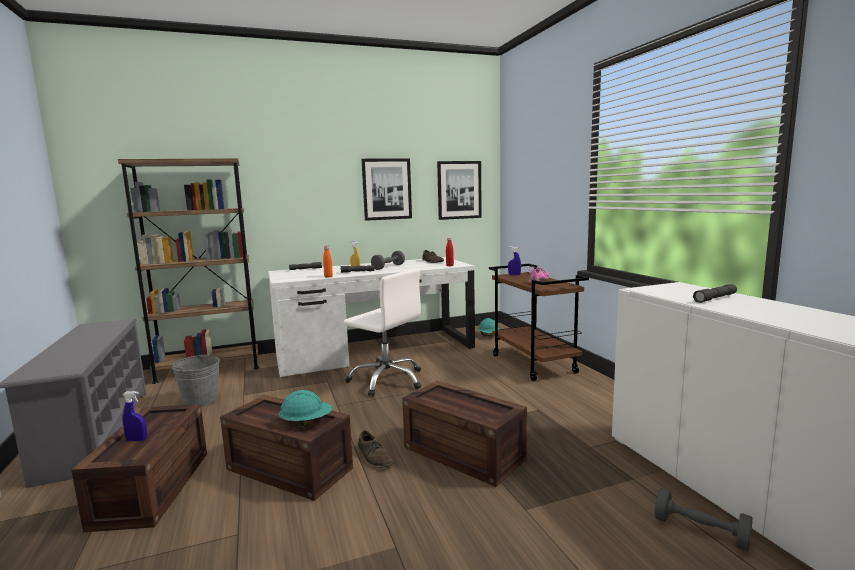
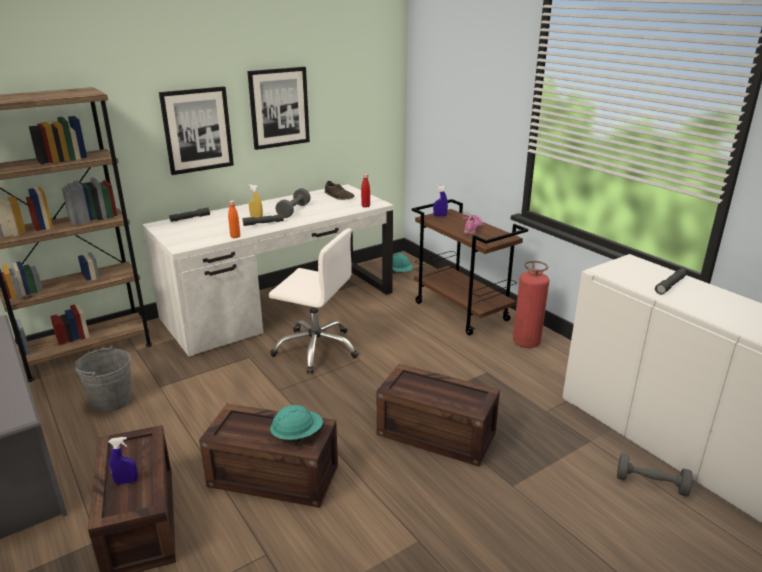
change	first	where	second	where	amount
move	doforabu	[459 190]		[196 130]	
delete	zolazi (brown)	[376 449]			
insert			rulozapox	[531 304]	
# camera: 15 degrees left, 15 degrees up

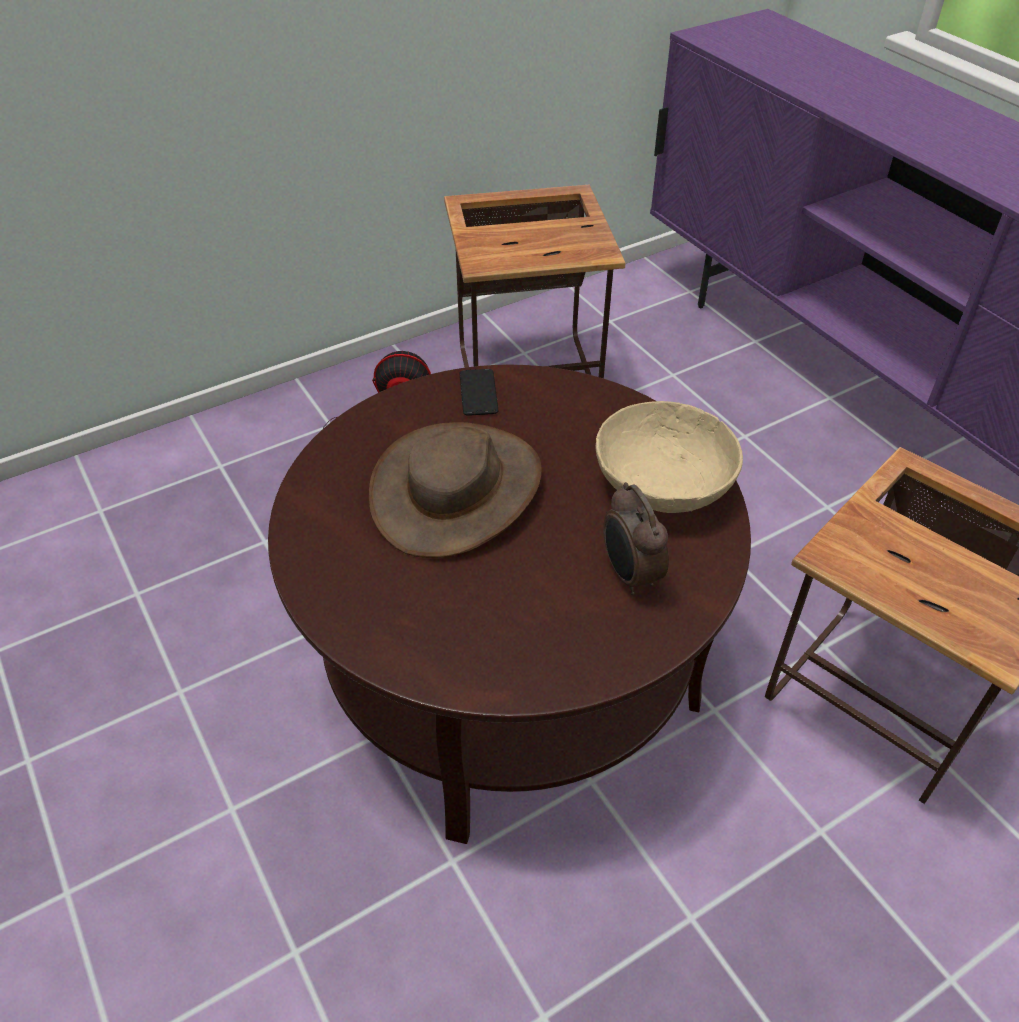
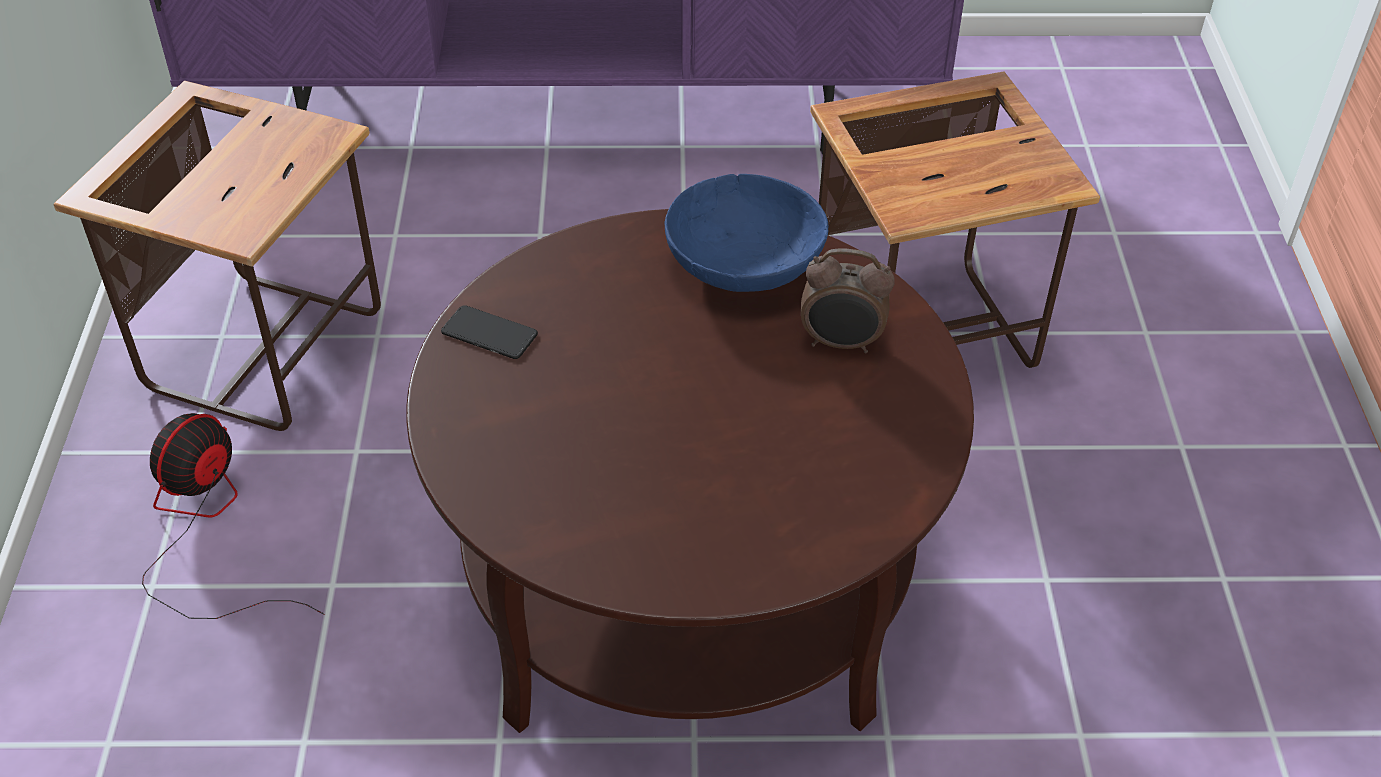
change	first	where	second	where	amount
recolor	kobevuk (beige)	[669 457]	kobevuk (blue)	[746 233]	
delete	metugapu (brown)	[455 490]			
# camera: 60 degrees left, 0 degrees up

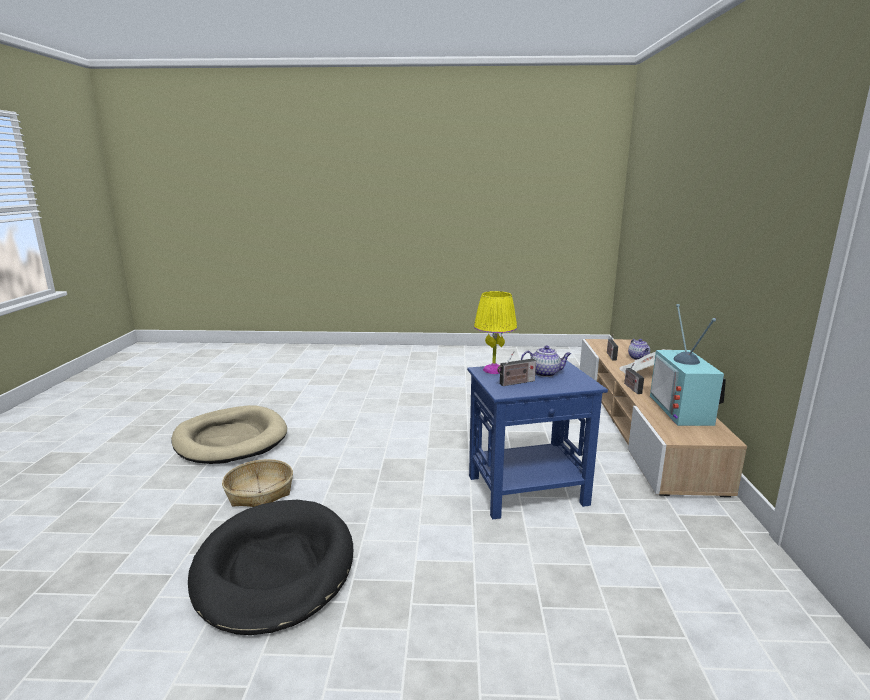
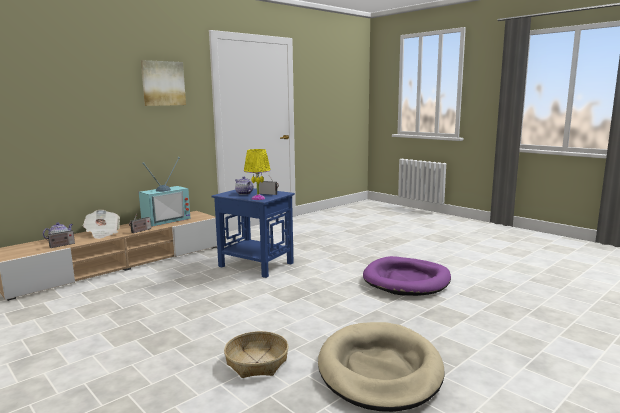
change	first	where	second	where	amount
move	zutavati	[257 483]		[256 354]	
recolor	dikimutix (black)	[270 567]	dikimutix (purple)	[407 276]	
insert			doforabu	[163 83]	
# camera: 135 degrees left, 5 degrees down

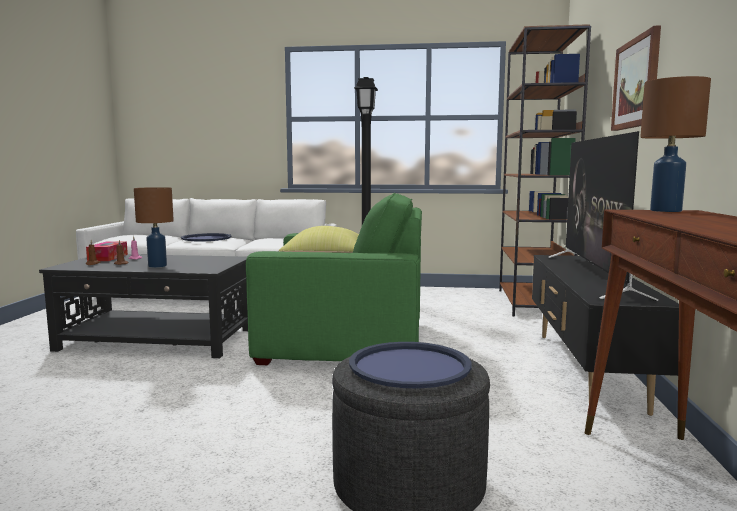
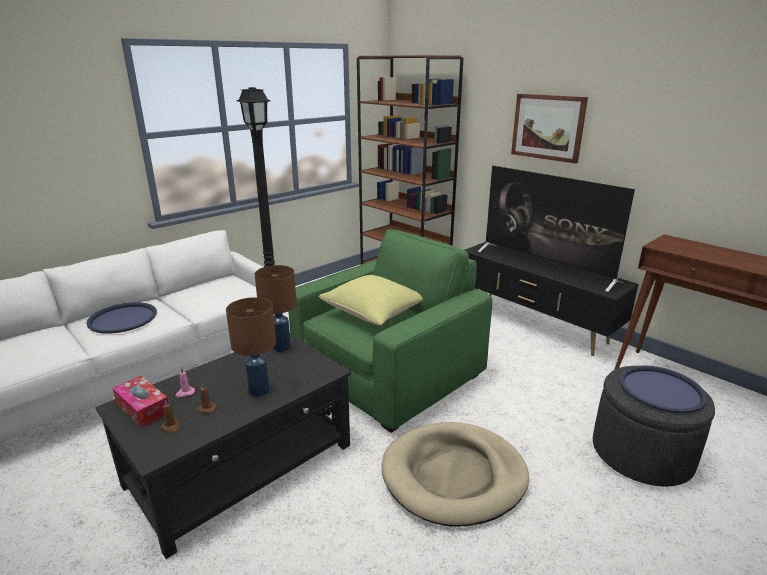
change	first	where	second	where	amount
move	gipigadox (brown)	[675 144]		[276 308]	
insert			dikimutix (beige)	[455 474]	
# camera: 50 degrees left, 15 degrees up

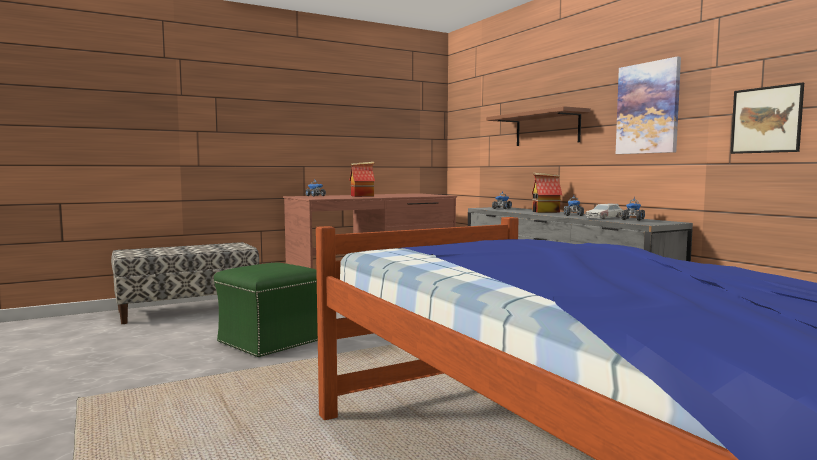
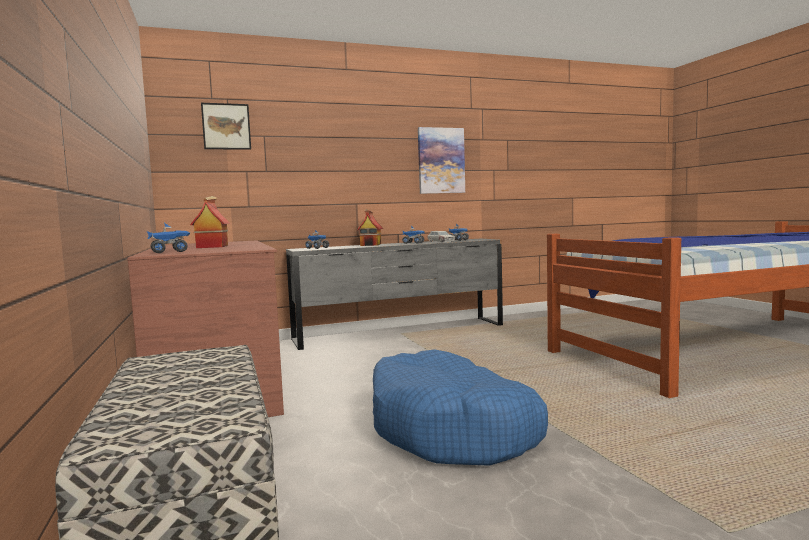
change	first	where	second	where	amount
move	doforabu	[767 118]		[226 126]	
delete	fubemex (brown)	[538 126]			
replace	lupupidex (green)	[266 310]	dikimutix (blue)	[460 407]	
# camera: 80 degrees left, 0 degrees up

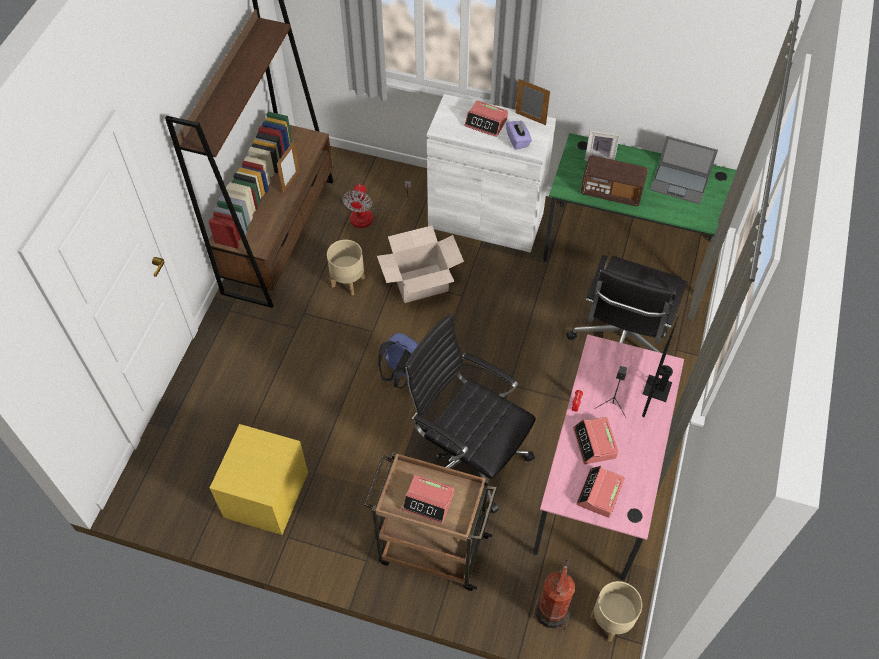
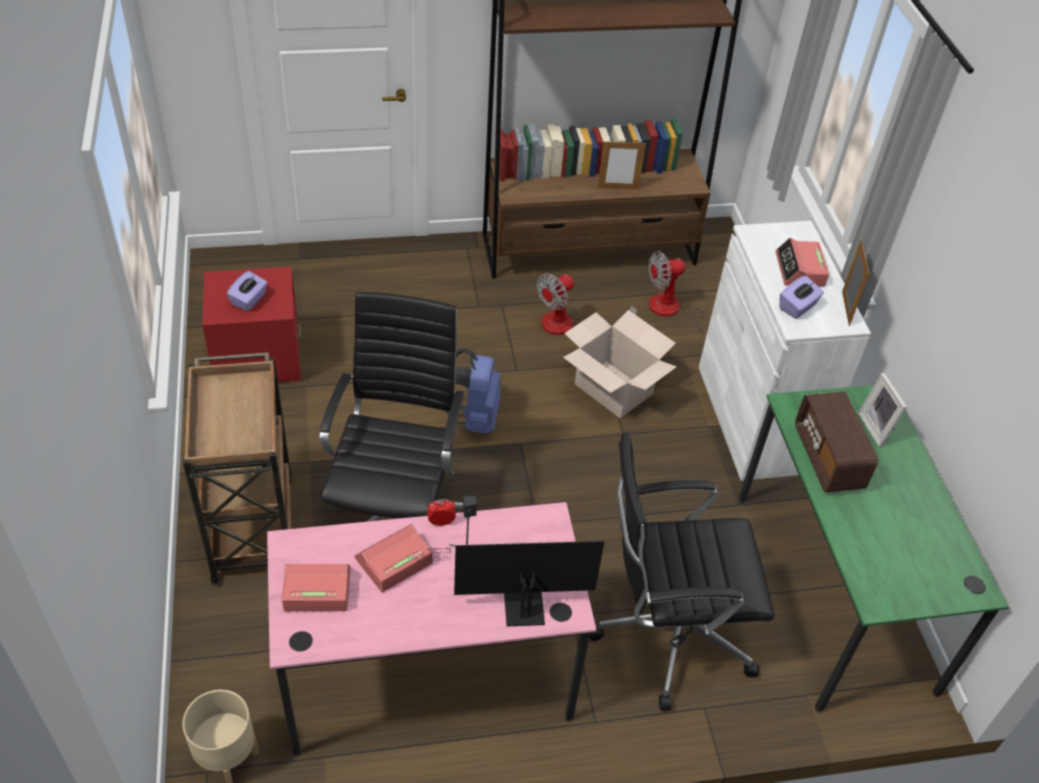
change	first	where	second	where	amount
delete	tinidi	[684 170]			
replace	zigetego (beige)	[346 267]	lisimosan	[586 304]	
recolor	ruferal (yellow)	[259 479]	ruferal (red)	[251 324]	
delete	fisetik	[428 499]			
delete	rulozapox	[553 595]			
insert			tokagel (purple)	[247 291]	
# camera: 60 degrees right, 10 degrees down

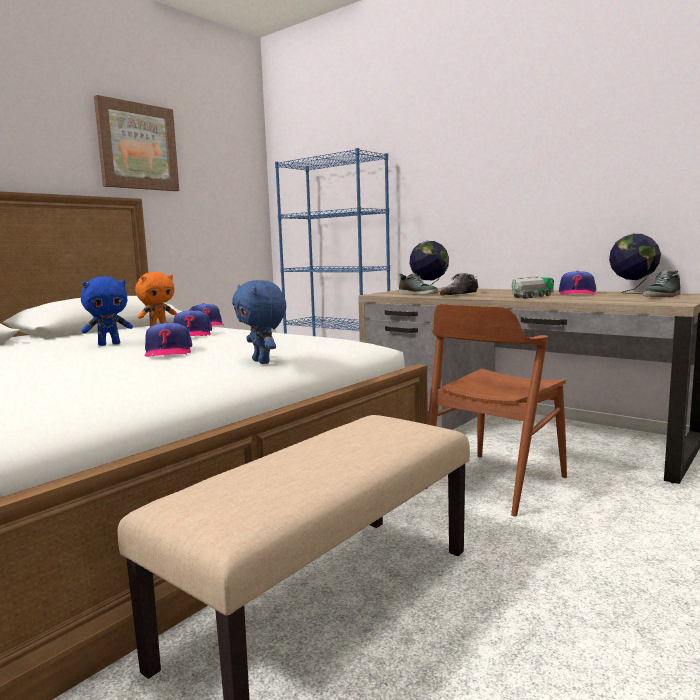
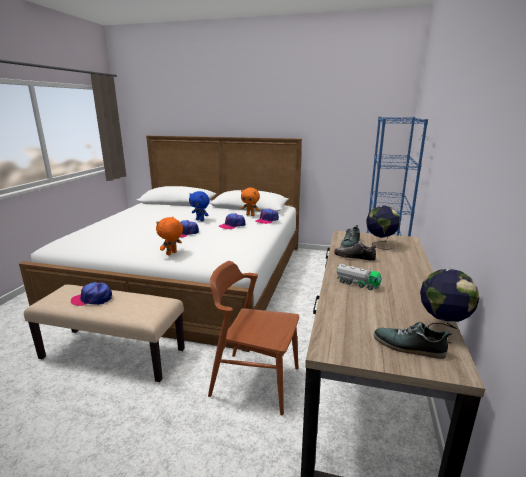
change	first	where	second	where	amount
delete	doforabu	[136 143]			
move	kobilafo	[577 282]		[91 294]	
recolor	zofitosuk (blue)	[259 322]	zofitosuk (orange)	[169 236]	
# camera: 65 degrees right, 10 degrees up

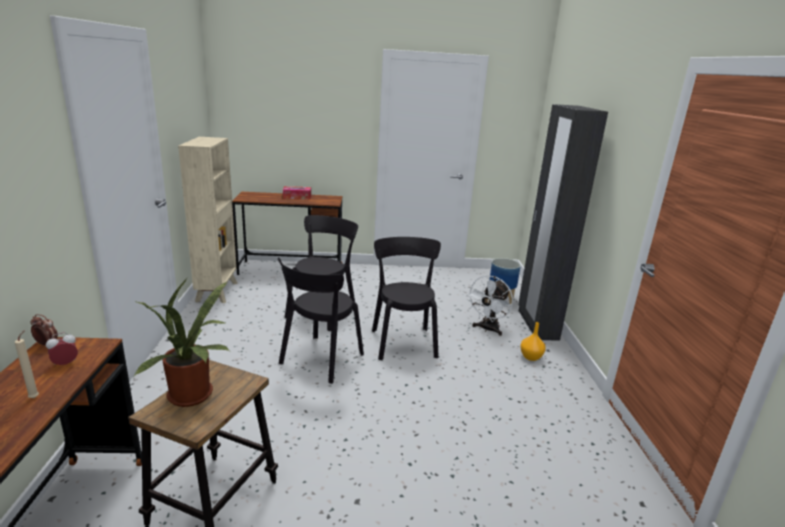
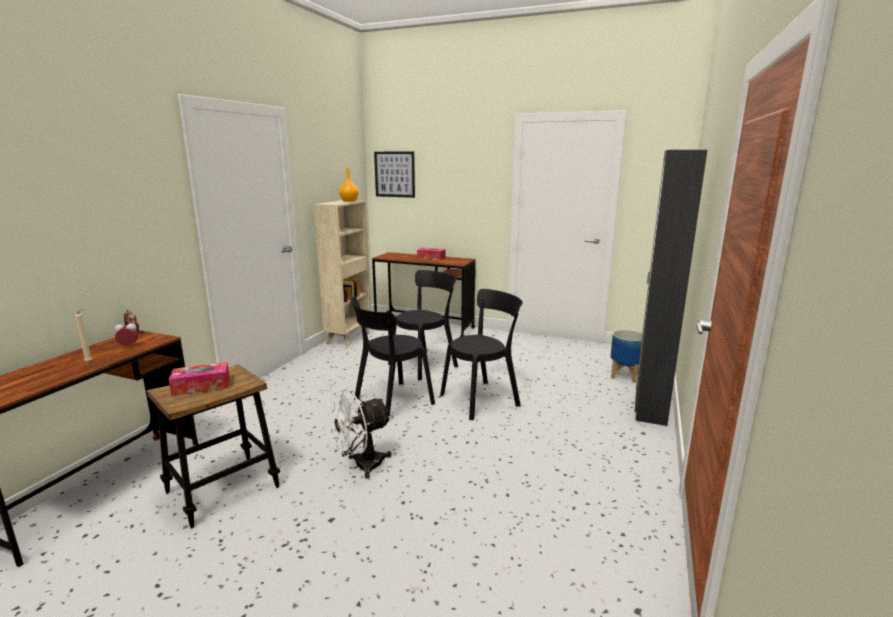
change	first	where	second	where	amount
rotate	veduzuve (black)	[406 298]		[481 354]	45 degrees clockwise
move	lisimosan (white)	[489 305]		[359 434]	
replace	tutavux	[182 343]	tokagel	[199 379]	
move	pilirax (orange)	[533 341]		[349 185]	
insert			doforabu	[394 175]	
# camera: 25 degrees right, 5 degrees down

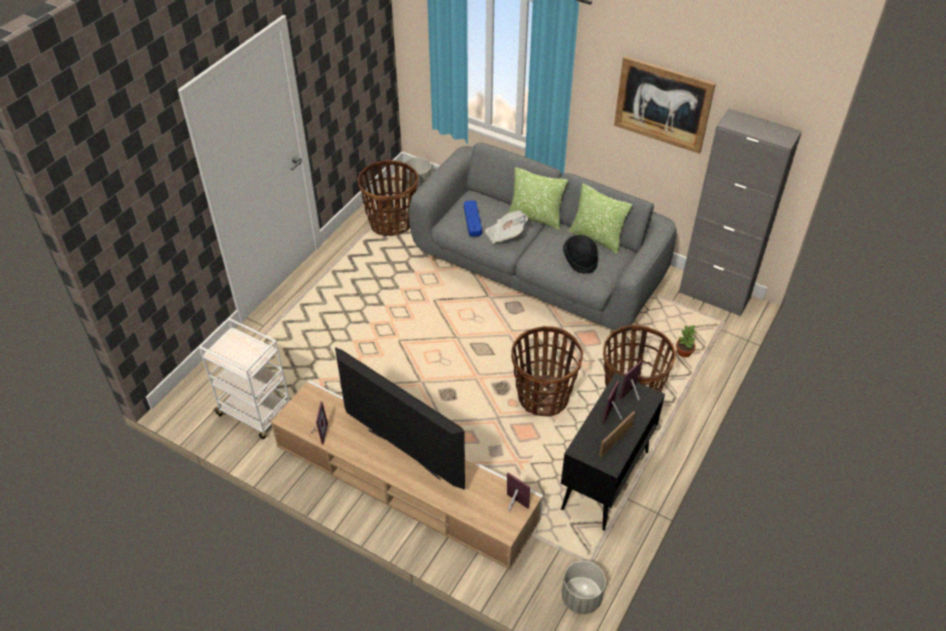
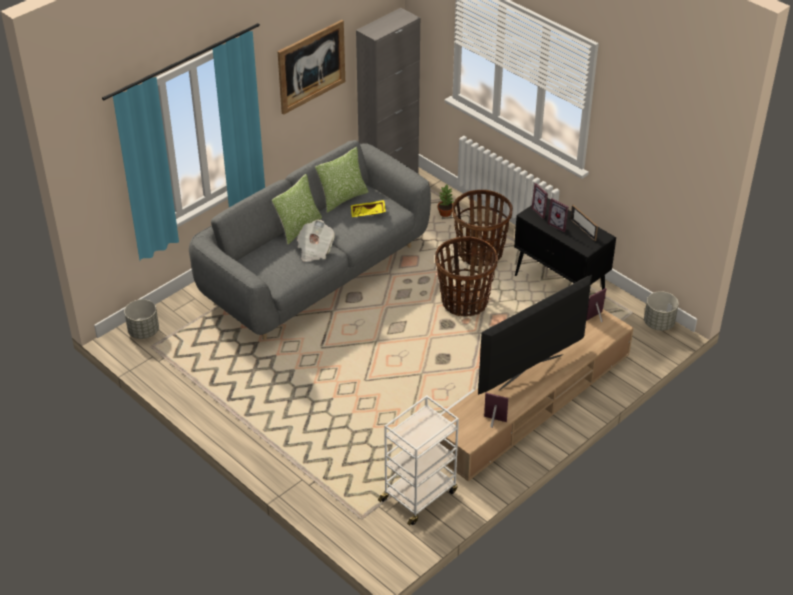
change	first	where	second	where	amount
delete	zutavati	[388 198]			
delete	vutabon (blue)	[473 218]			
replace	metugapu (black)	[580 254]	vutabon (yellow)	[368 208]	
# camera: 75 degrees left, 5 degrees down

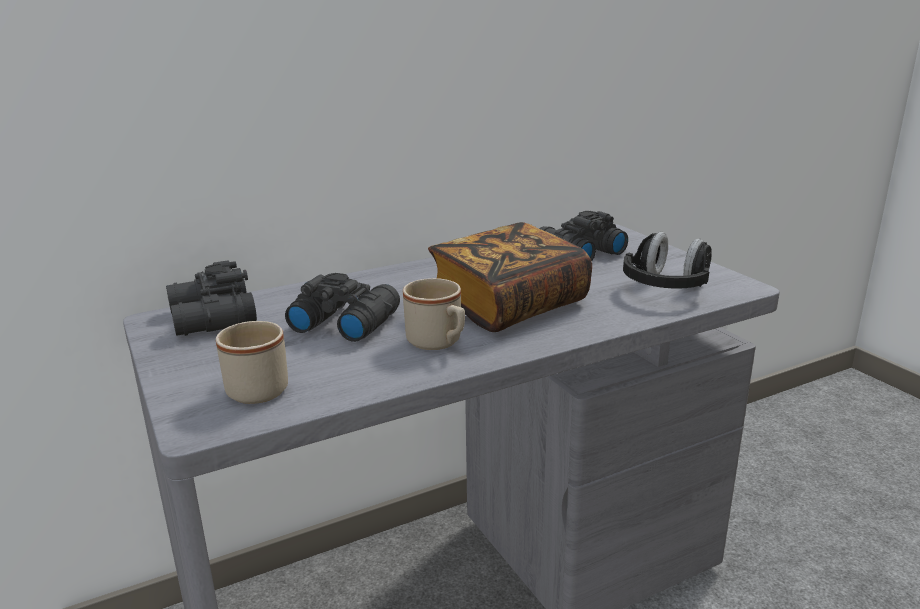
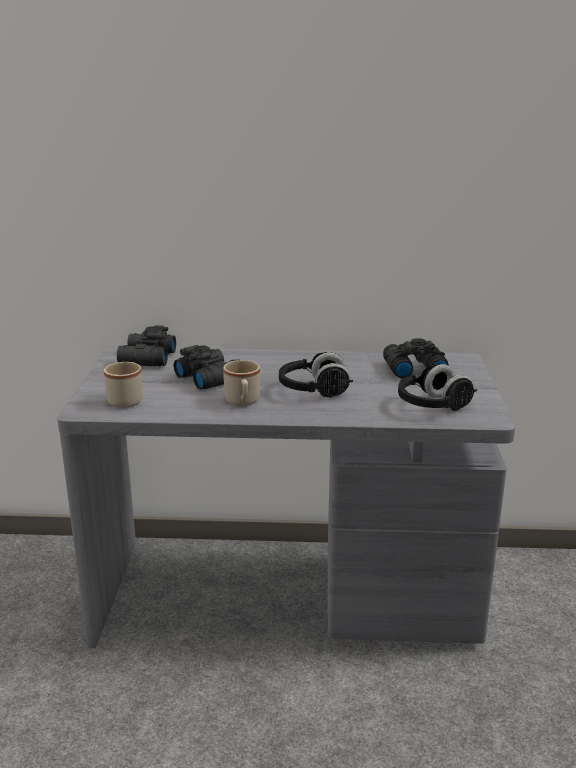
change	first	where	second	where	amount
replace	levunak	[510 277]	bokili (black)	[316 374]	
# camera: 30 degrees right, 0 degrees up

